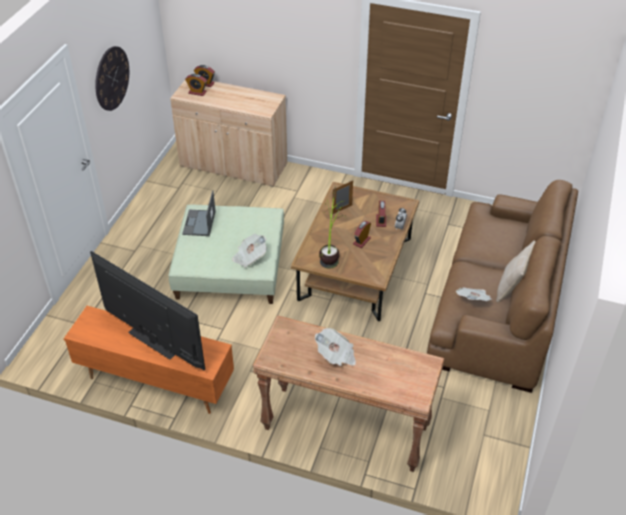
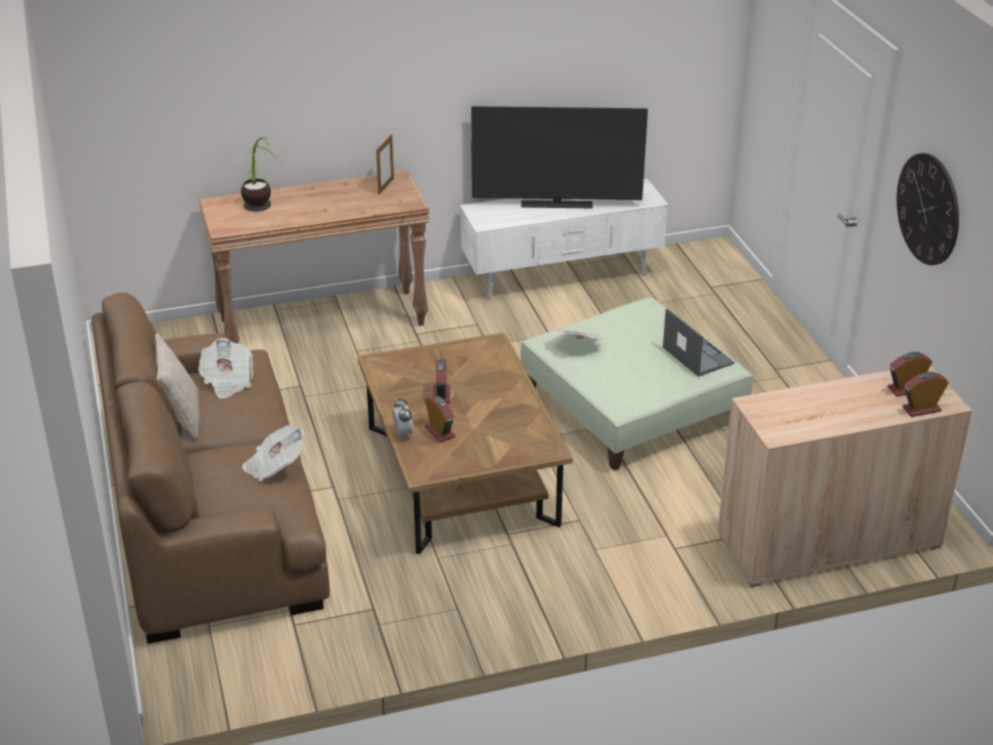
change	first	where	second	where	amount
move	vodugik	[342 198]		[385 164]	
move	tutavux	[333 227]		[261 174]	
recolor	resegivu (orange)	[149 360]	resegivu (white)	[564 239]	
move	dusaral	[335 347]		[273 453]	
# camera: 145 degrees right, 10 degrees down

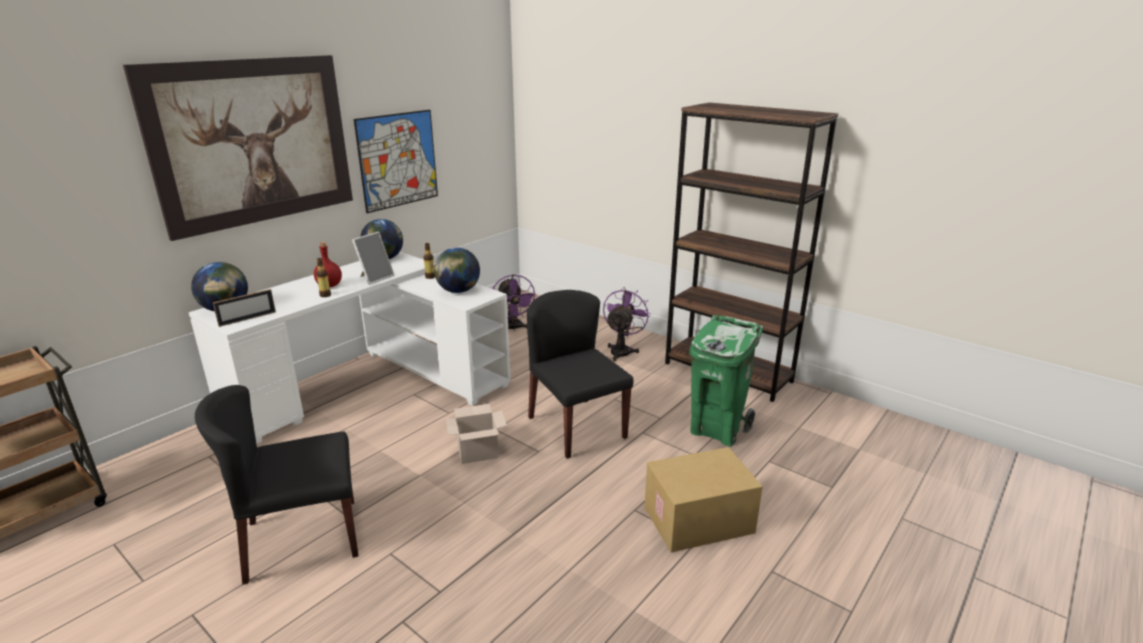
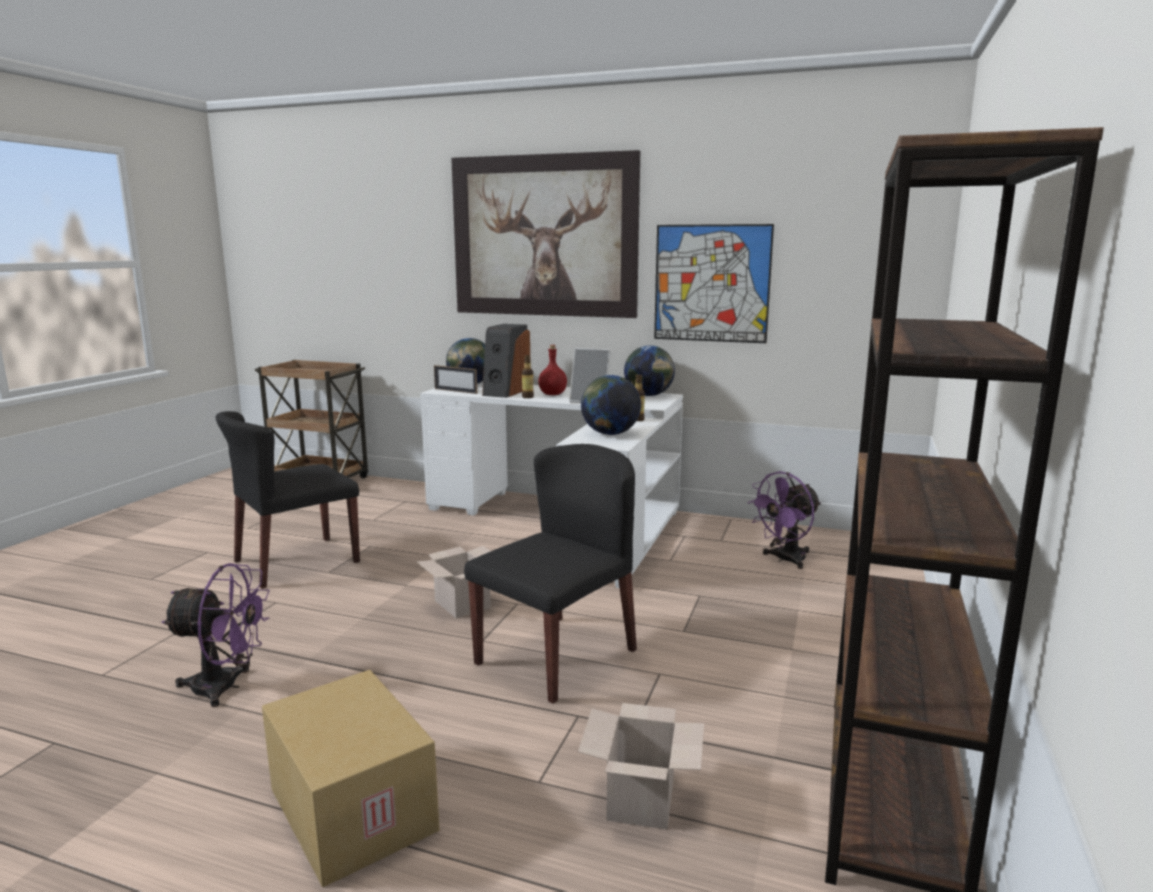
change	first	where	second	where	amount
move	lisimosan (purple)	[627 324]		[215 635]	
replace	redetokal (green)	[726 380]	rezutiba	[641 766]	
rotate	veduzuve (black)	[276 485]		[287 500]	90 degrees counterclockwise
insert			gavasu	[506 361]	
# camera: 70 degrees right, 10 degrees down

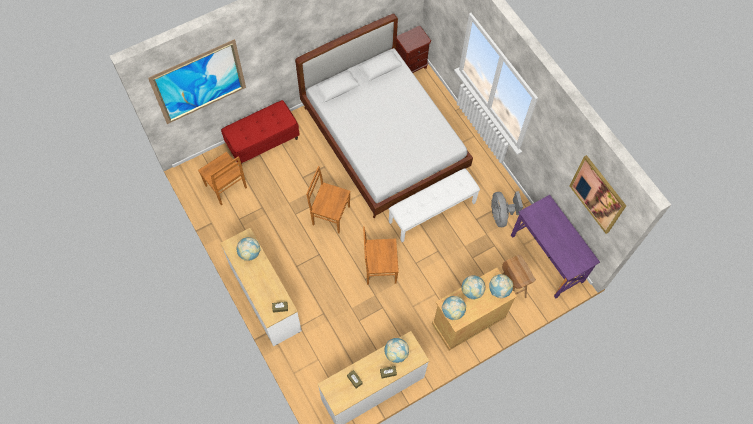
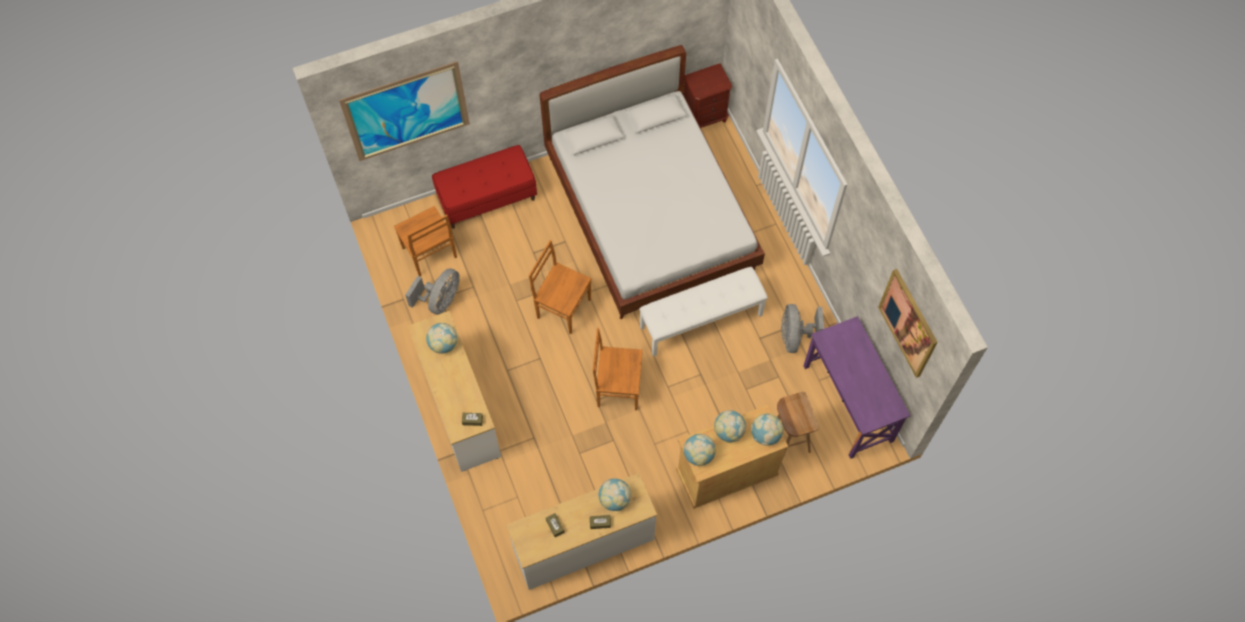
change	first	where	second	where	amount
insert			lisimosan (grey)	[432 291]	
# camera: 10 degrees right, 0 degrees up

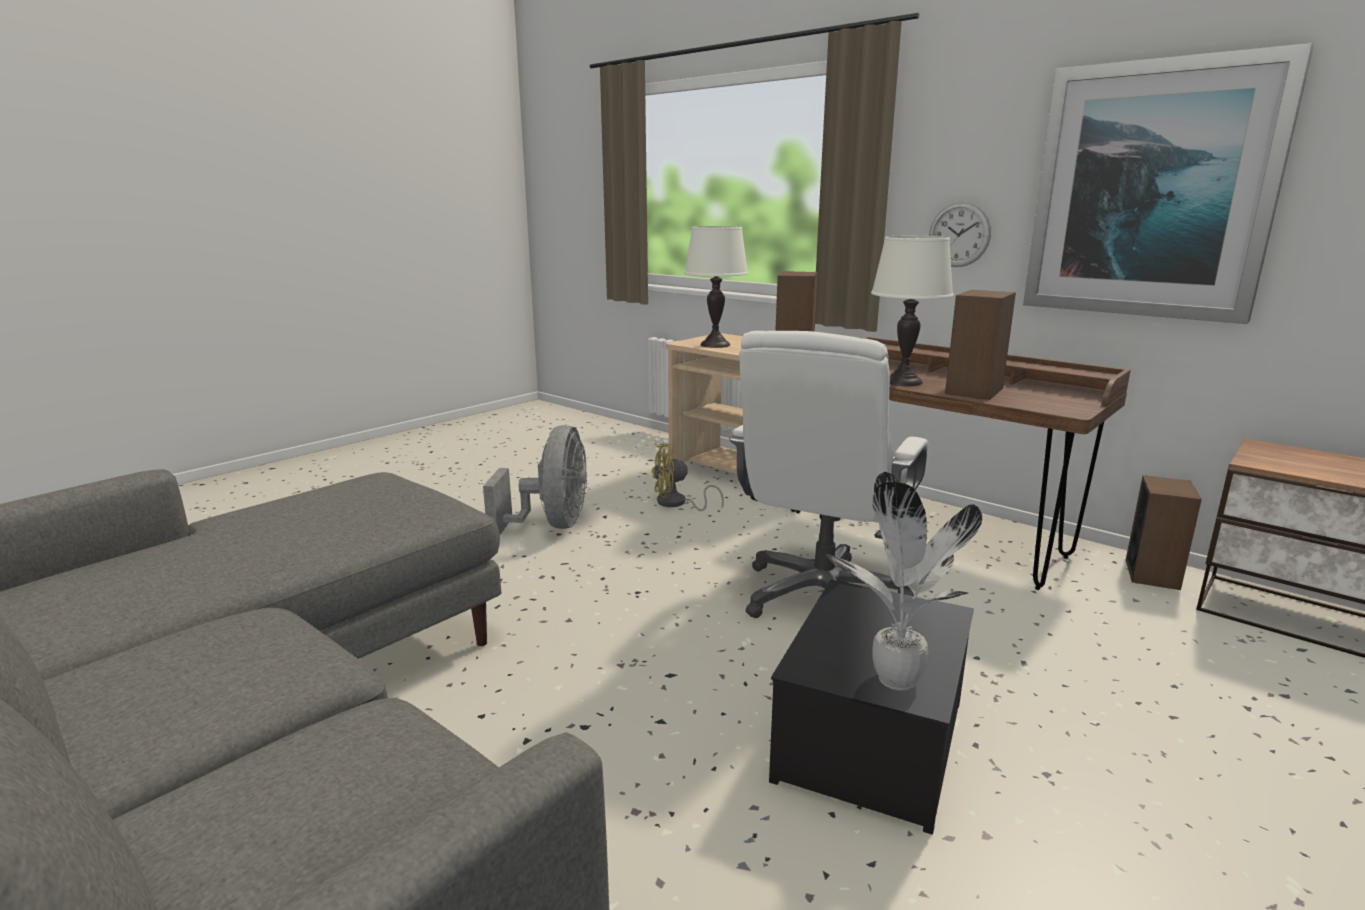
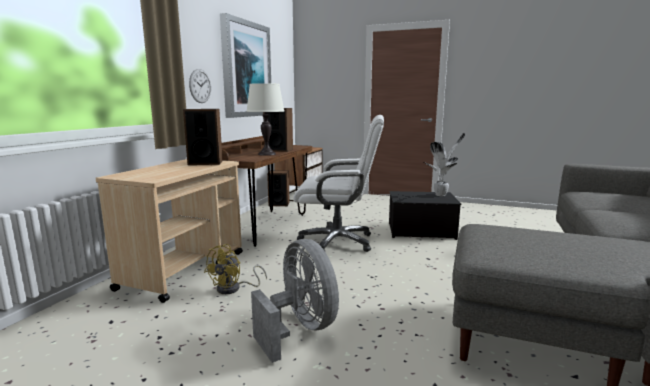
change	first	where	second	where	amount
delete	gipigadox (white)	[716 287]			
rotate	lisimosan (grey)	[535 480]		[295 301]	75 degrees clockwise
rotate	lisimosan (yellow)	[687 477]		[235 269]	60 degrees clockwise
# camera: 110 degrees left, 5 degrees down

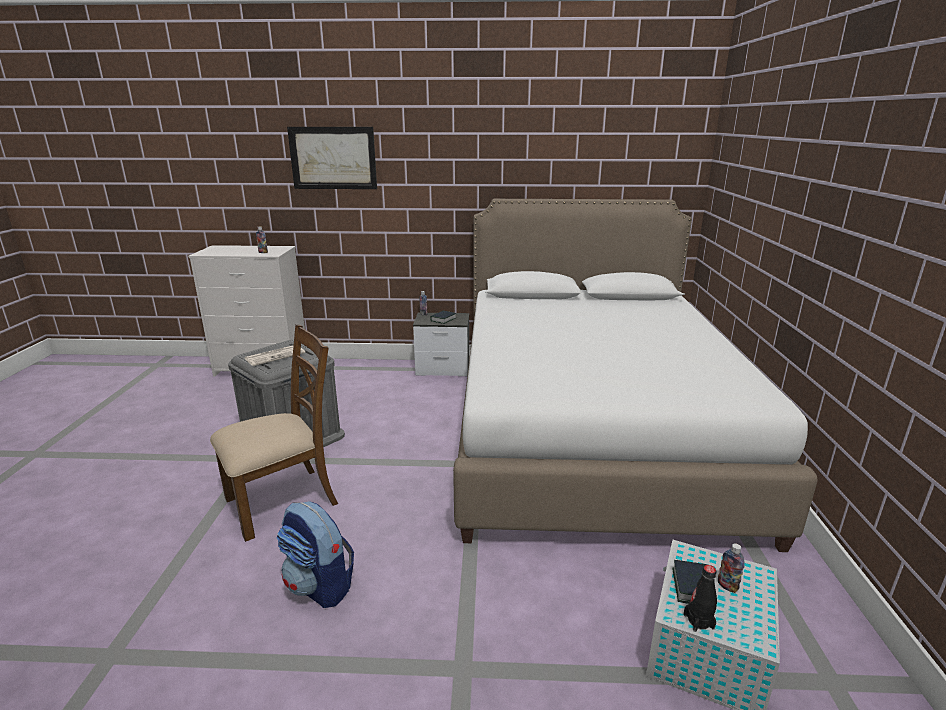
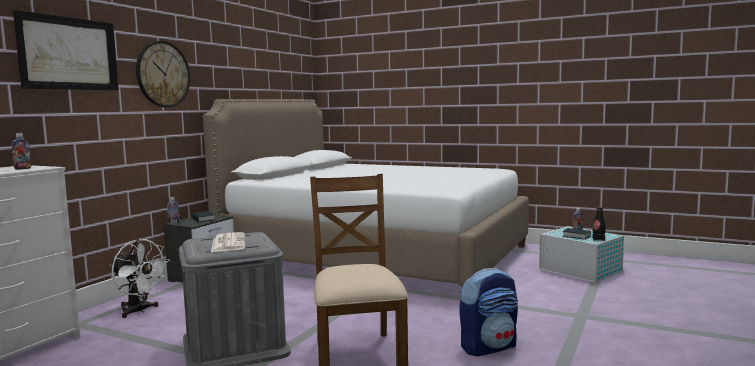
change	first	where	second	where	amount
insert			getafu	[163 74]	
insert			lisimosan (white)	[140 278]	
# camera: 65 degrees left, 15 degrees down

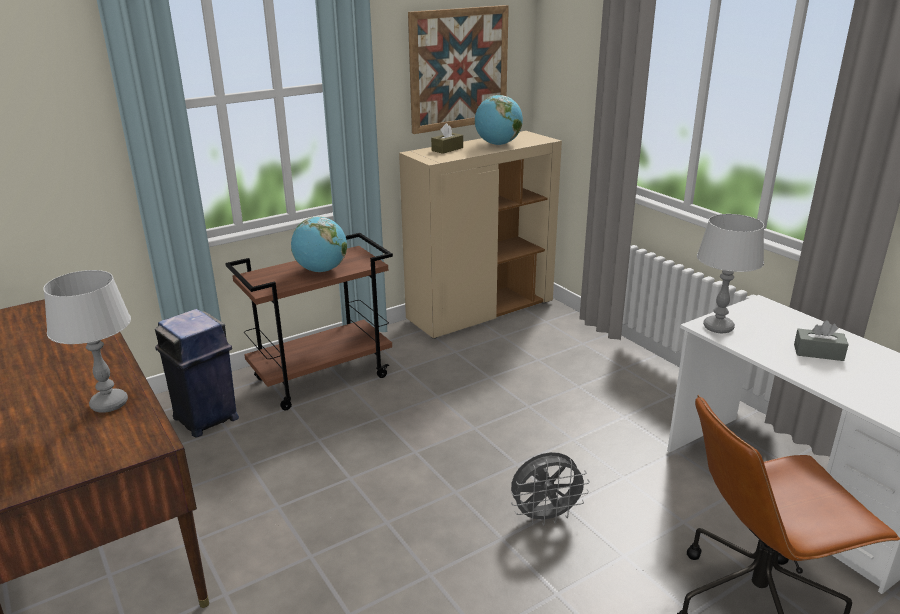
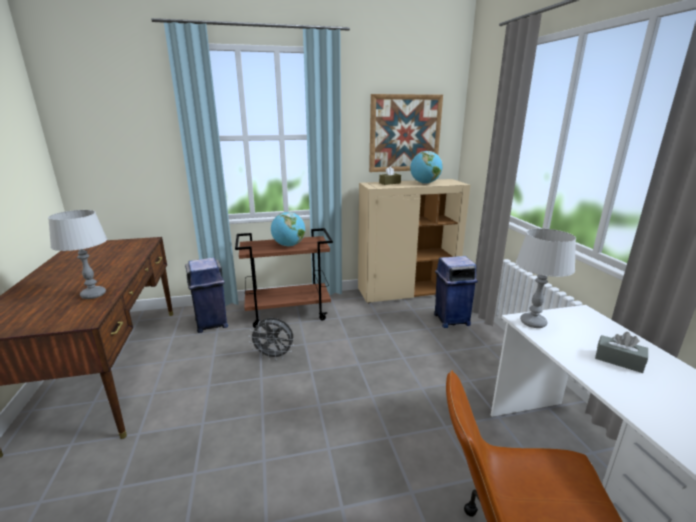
change	first	where	second	where	amount
move	lisimosan (grey)	[550 489]		[271 339]	
insert			redetokal (blue)	[456 292]	
# camera: 20 degrees right, 5 degrees down

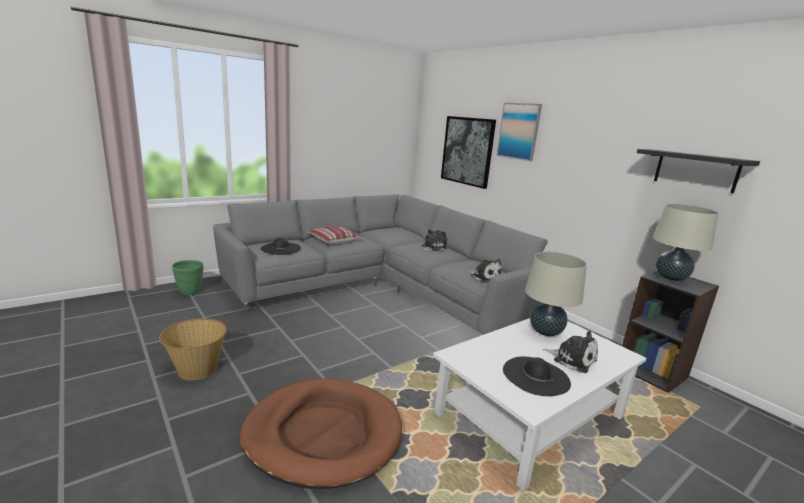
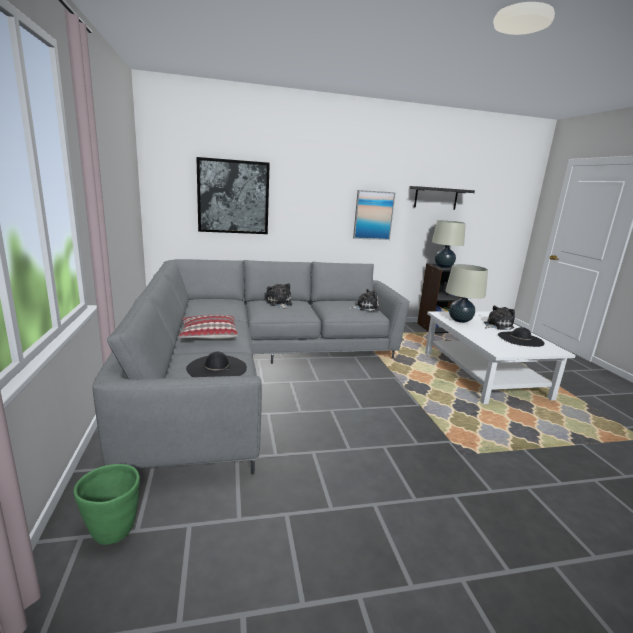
change	first	where	second	where	amount
move	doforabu	[519 132]		[374 215]	
delete	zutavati	[193 349]			
delete	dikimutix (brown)	[321 433]			
# camera: 65 degrees left, 0 degrees up

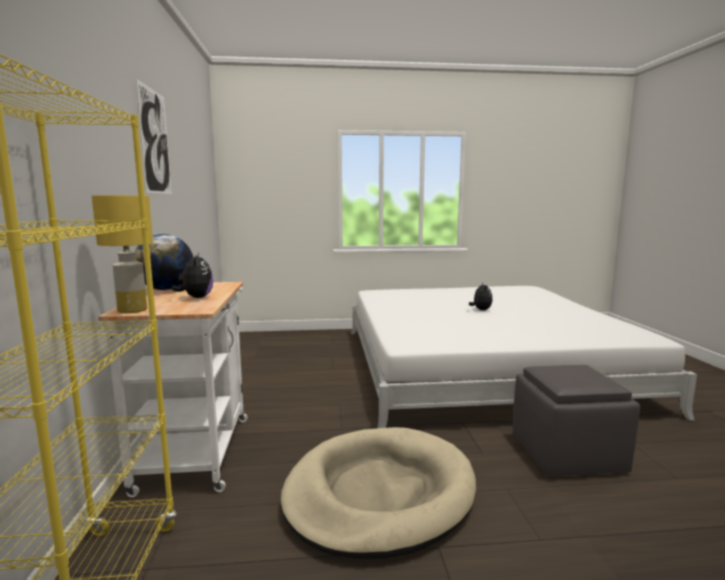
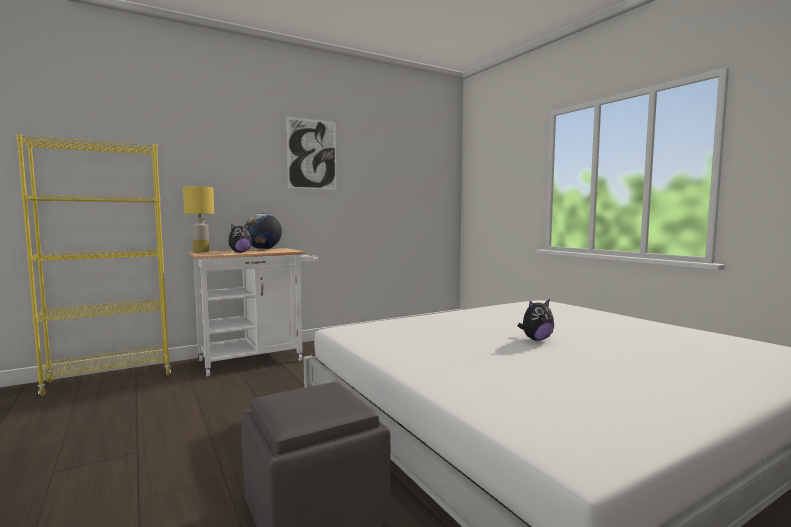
change	first	where	second	where	amount
delete	dikimutix (beige)	[378 493]			
# camera: 65 degrees right, 5 degrees down

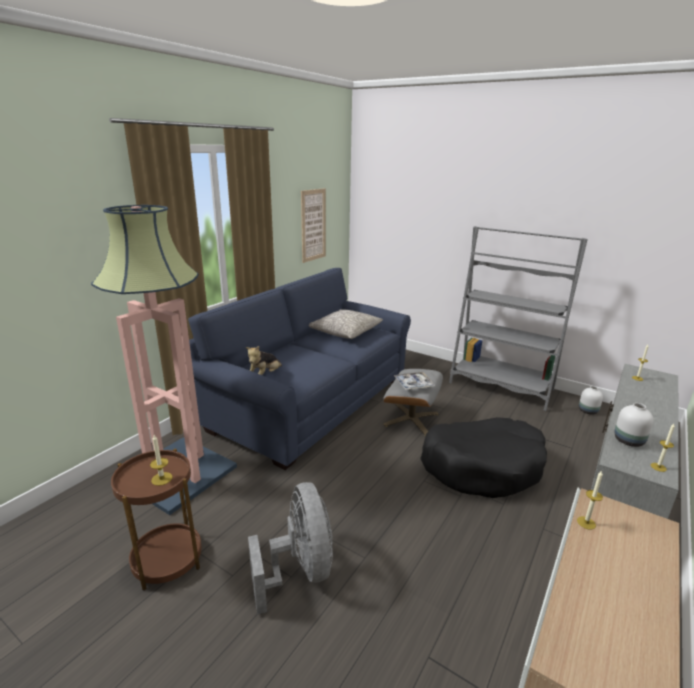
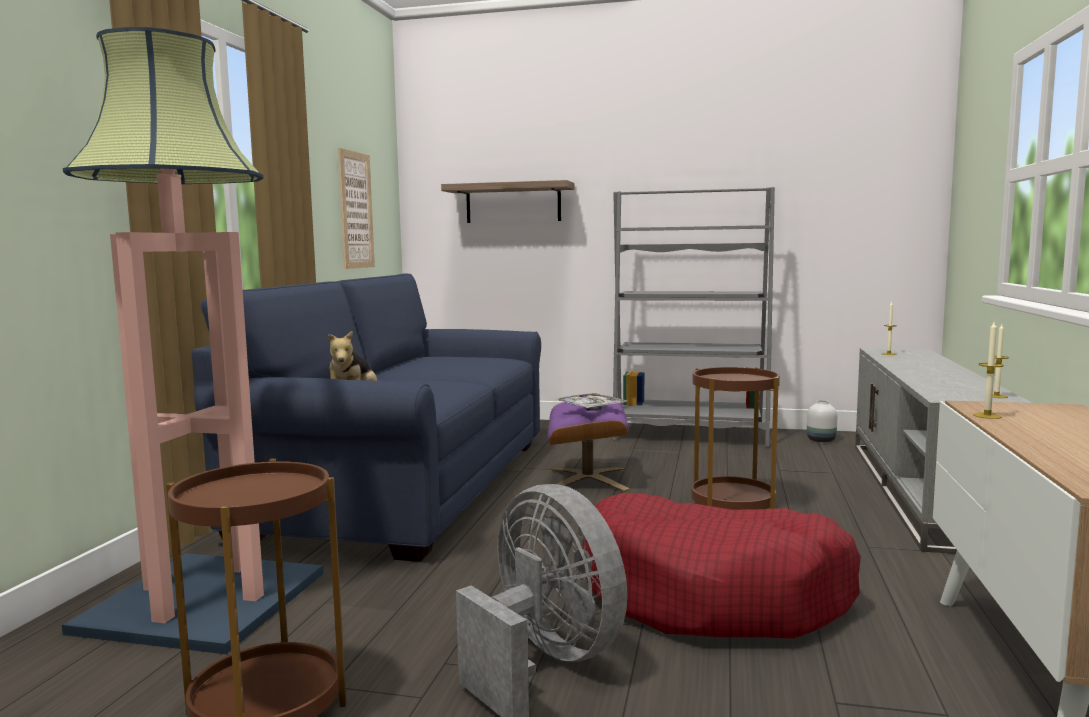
change	first	where	second	where	amount
delete	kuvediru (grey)	[346 324]			
recolor	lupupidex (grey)	[413 402]	lupupidex (purple)	[588 444]	
delete	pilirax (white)	[633 425]			
replace	dikimutix (black)	[483 457]	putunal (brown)	[735 438]	
delete	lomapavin	[161 460]			
insert			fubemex	[507 201]	
insert			dikimutix (red)	[721 565]	
# camera: 20 degrees left, 15 degrees down

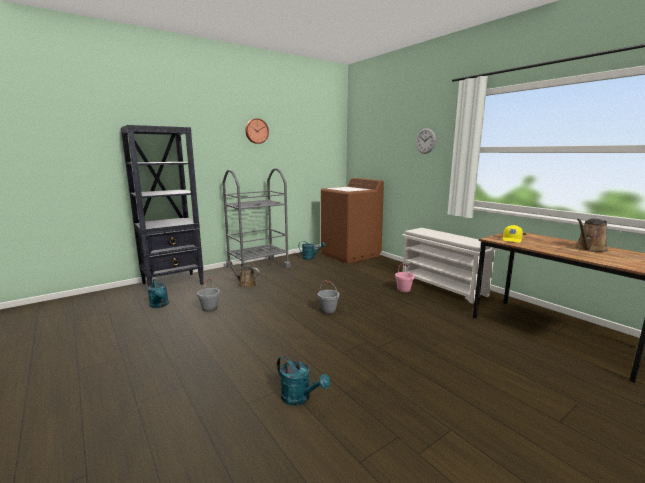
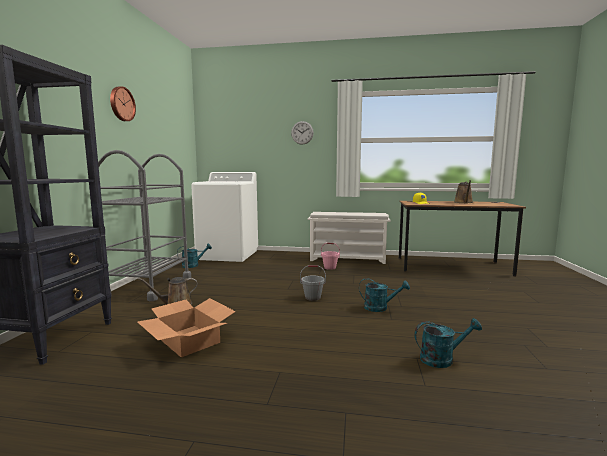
change	first	where	second	where	amount
recolor	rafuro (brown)	[352 221]	rafuro (white)	[224 217]	
replace	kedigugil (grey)	[208 295]	rezutiba	[186 327]	
move	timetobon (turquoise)	[158 293]		[384 295]	
# camera: 45 degrees left, 5 degrees down

